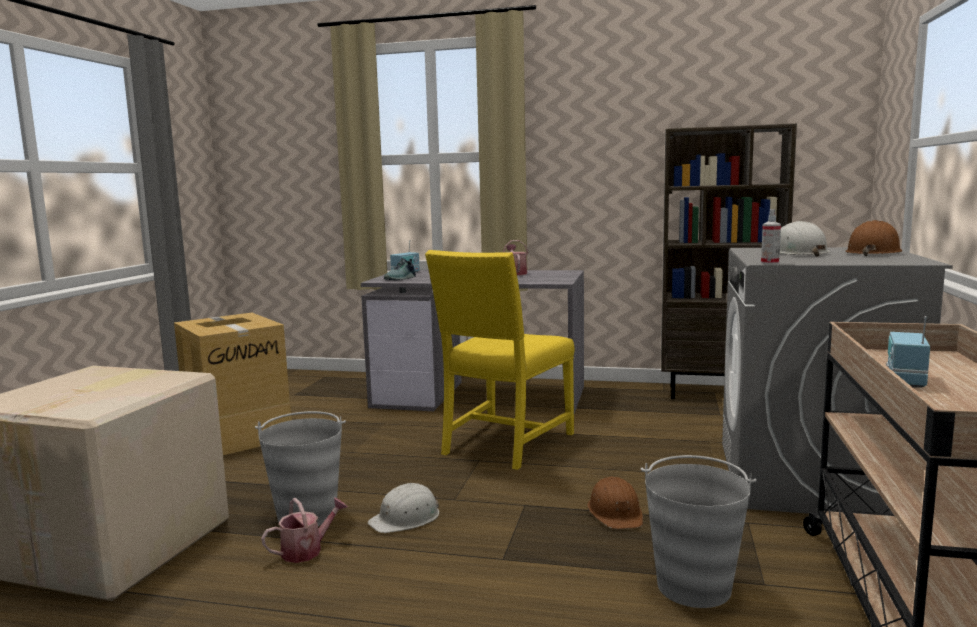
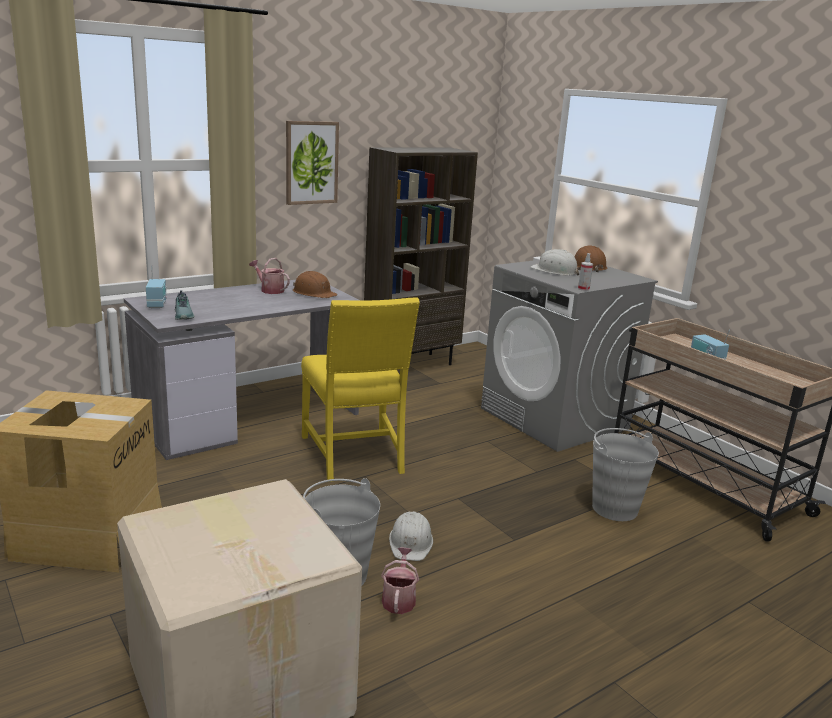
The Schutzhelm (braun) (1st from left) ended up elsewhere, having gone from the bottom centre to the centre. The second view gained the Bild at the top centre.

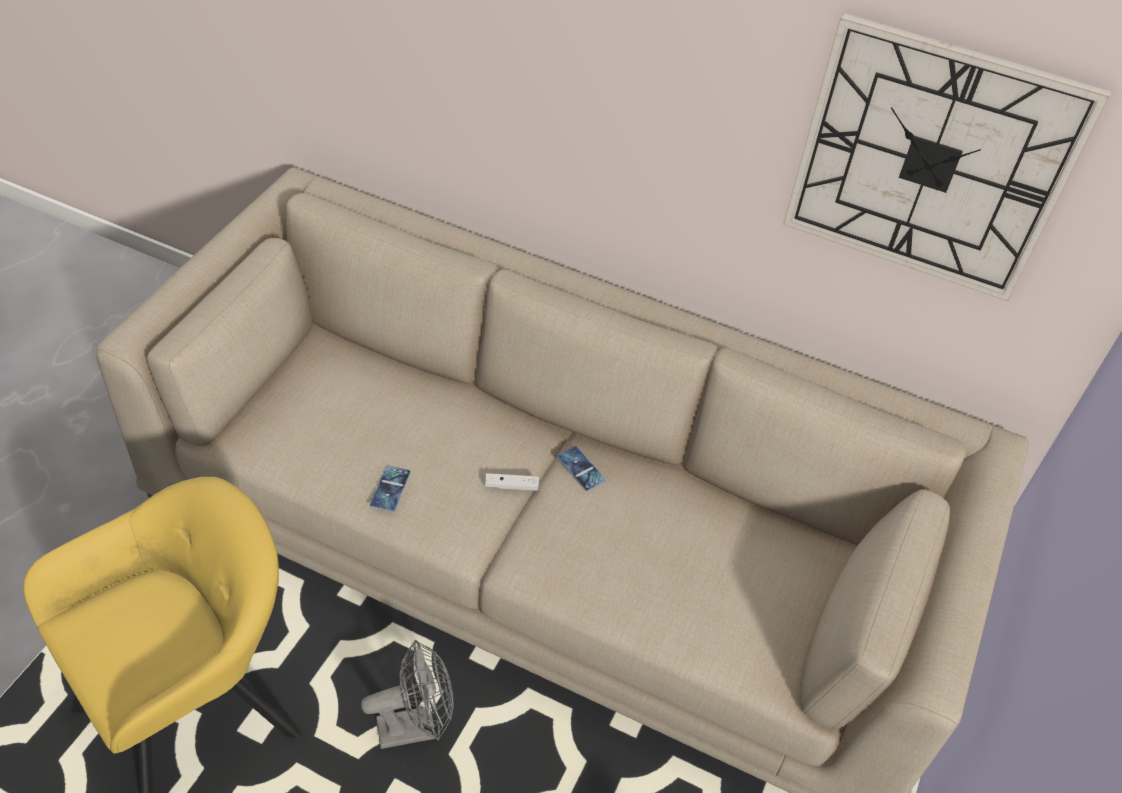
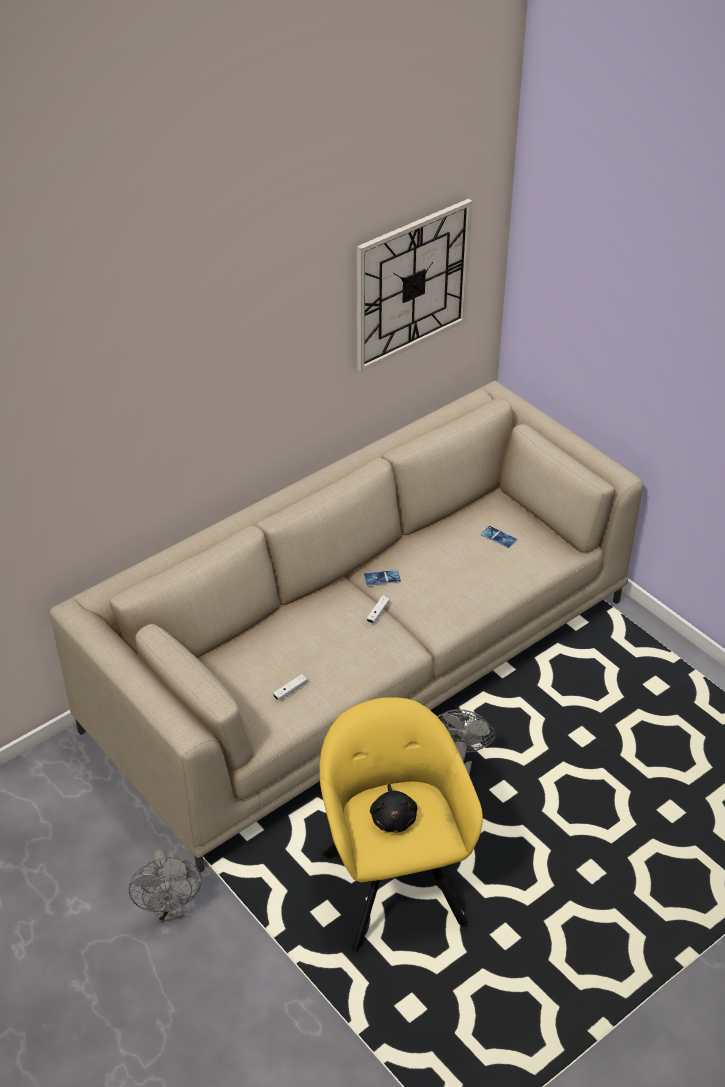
The Handy (1st from left in the first image) ended up elsewhere, having gone from the centre to the middle right. The second view gained the Ventilator (grau) (1st from left) at the bottom left. The second view gained the Gamepad (weiß) (1st from left) at the centre. The second view gained the Plüschtier (schwarz) at the bottom centre.

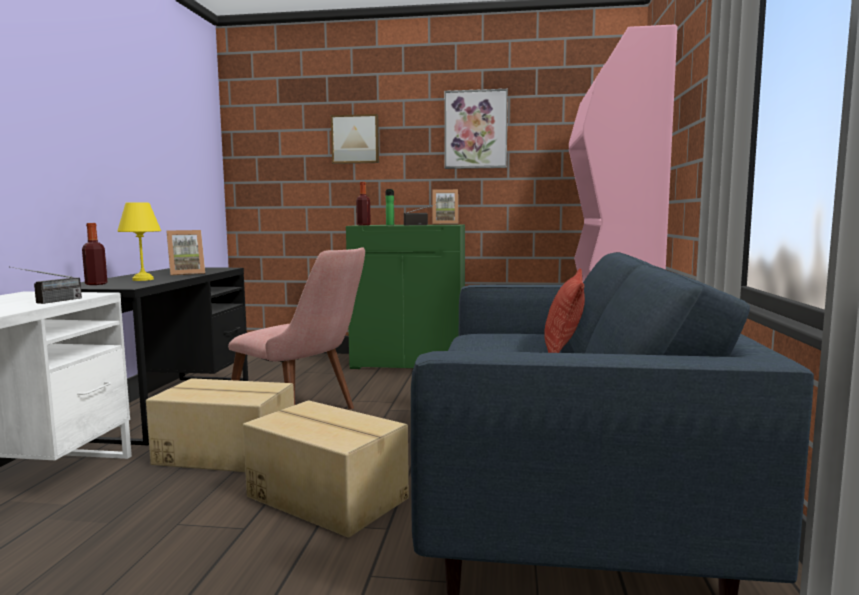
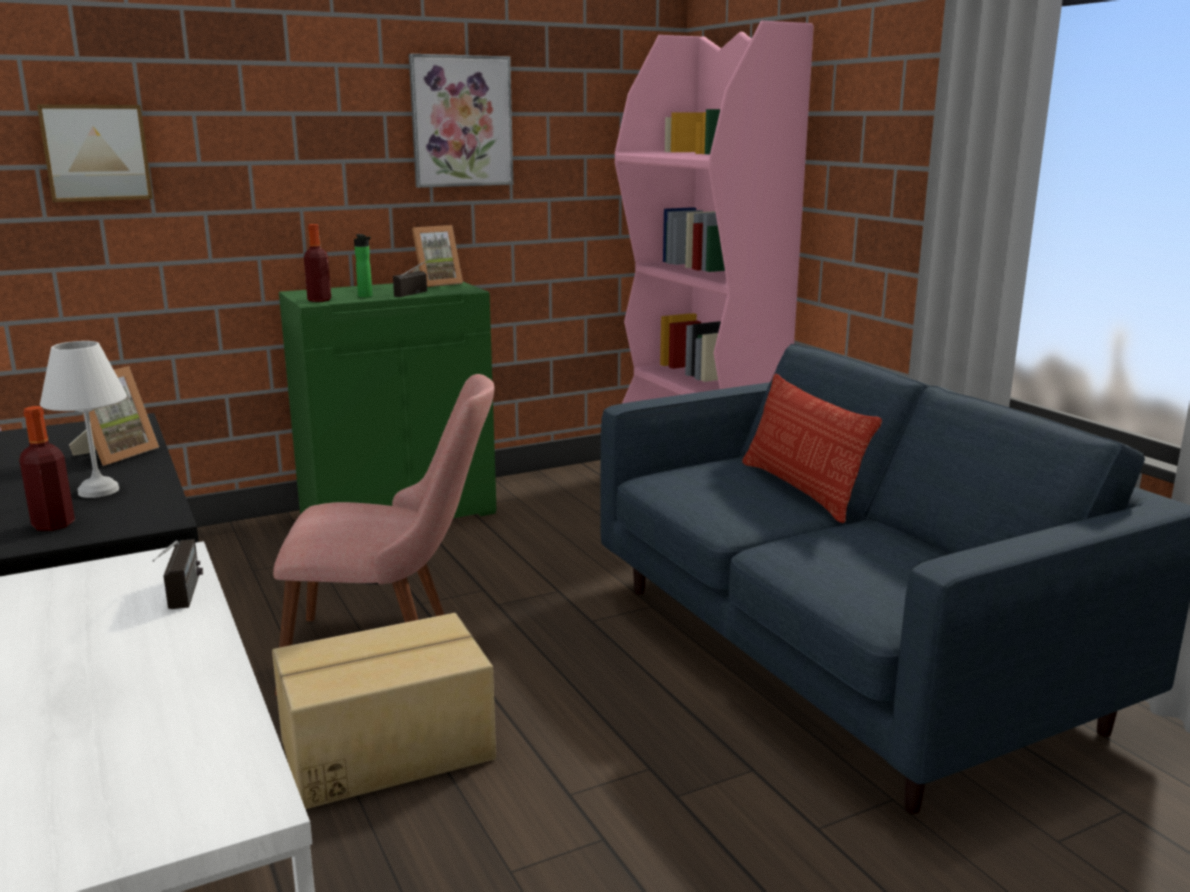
What was the Tischlampe (gelb) at the middle left turned into the Tischlampe (weiß) at the middle left. The second view lost the Karton (2nd from left) at the bottom centre. The Bild (1st from left) ended up elsewhere, having gone from the top centre to the top left.

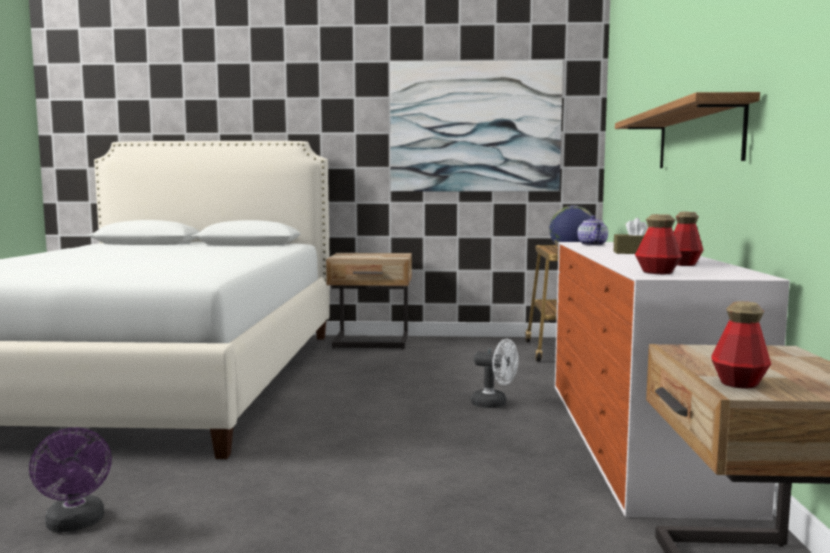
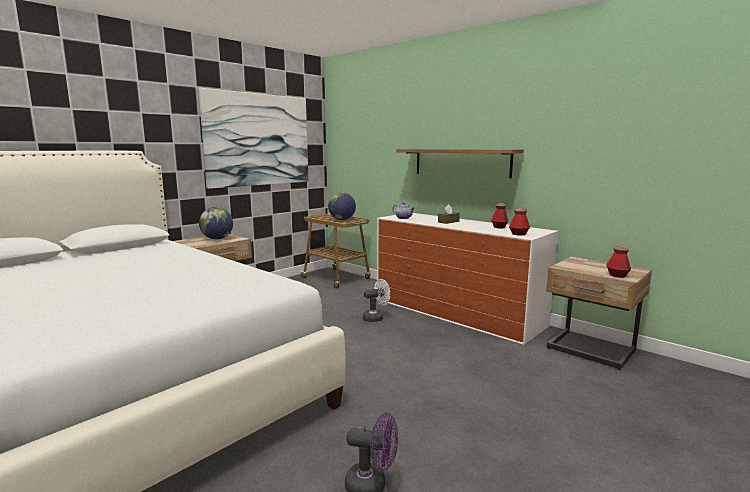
The second view gained the Globus (1st from left) at the middle left.

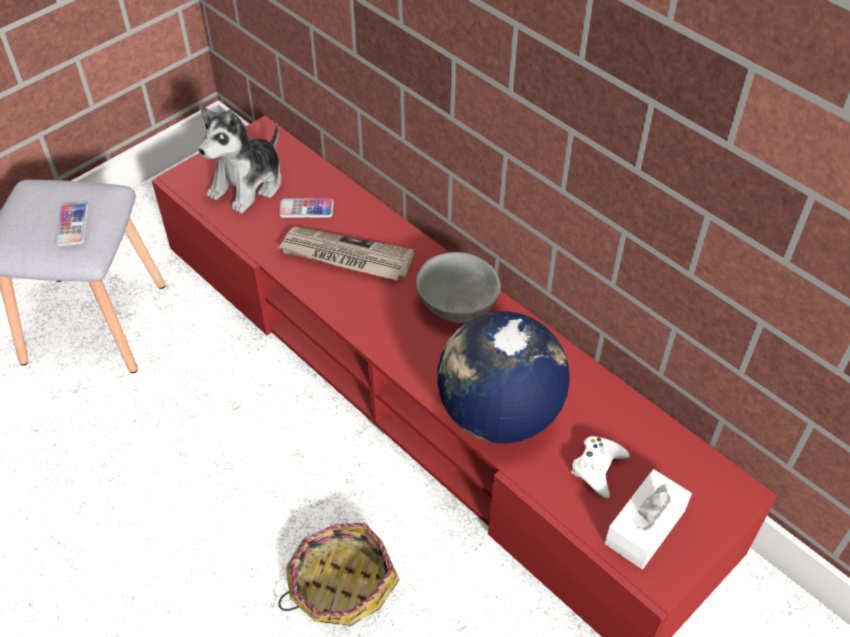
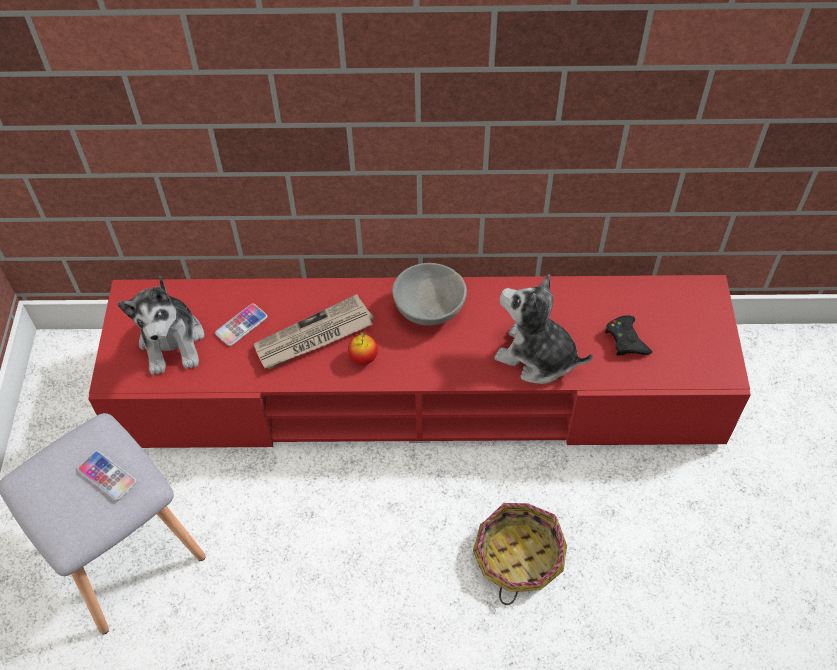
Where the Globus stood at the centre, the Plüschtier (2nd from left) came to stand at the centre. What was the Gamepad (weiß) at the bottom right turned into the Gamepad (schwarz) at the middle right. The second view lost the Taschentuchbox (weiß) at the bottom right. The second view gained the Apfel at the centre.

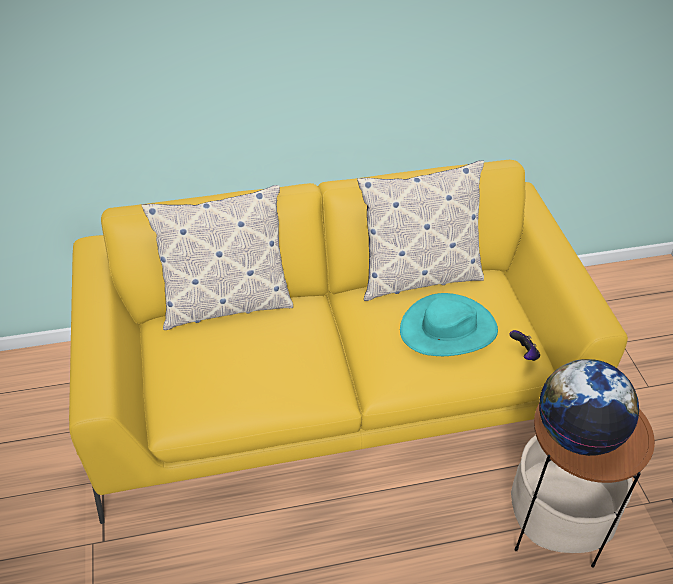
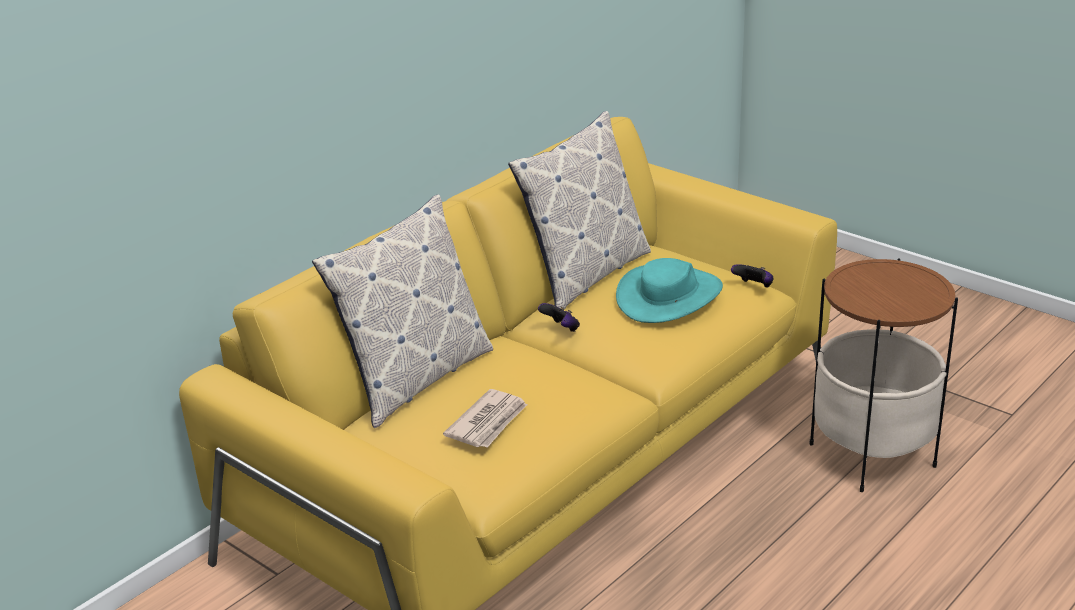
The second view lost the Globus at the bottom right. The second view gained the Zeitung at the bottom centre. The second view gained the Gamepad (1st from left) at the centre.

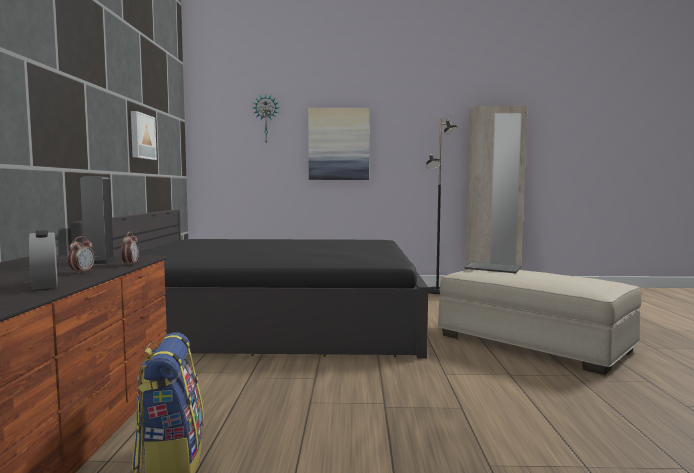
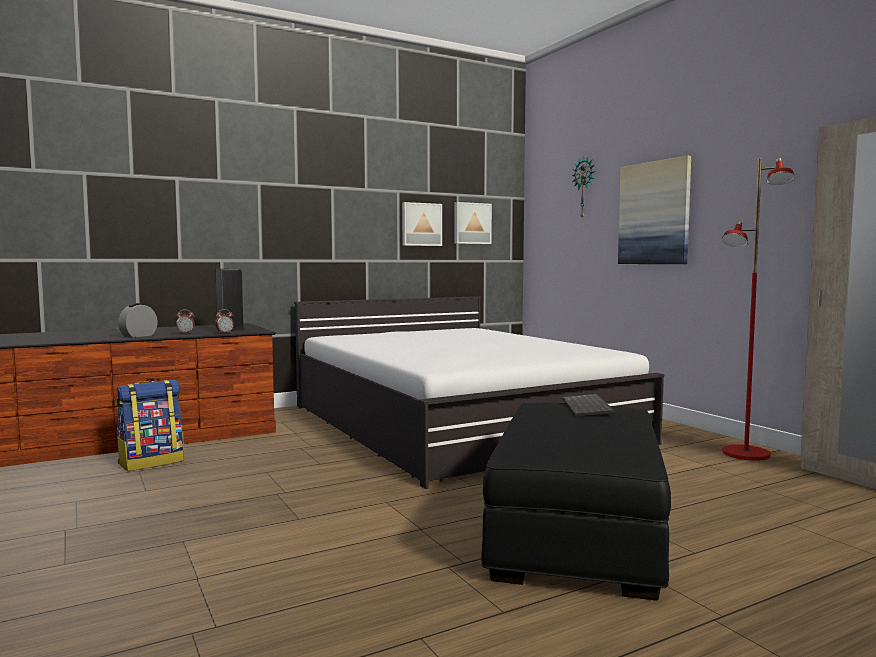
What was the Bett (schwarz) at the centre turned into the Bett (weiß) at the centre. What was the Stehlampe (schwarz) at the centre turned into the Stehlampe (rot) at the middle right. What was the Polsterhocker (beige) at the bottom right turned into the Polsterhocker (schwarz) at the bottom centre. The second view gained the Bild (2nd from left) at the centre.

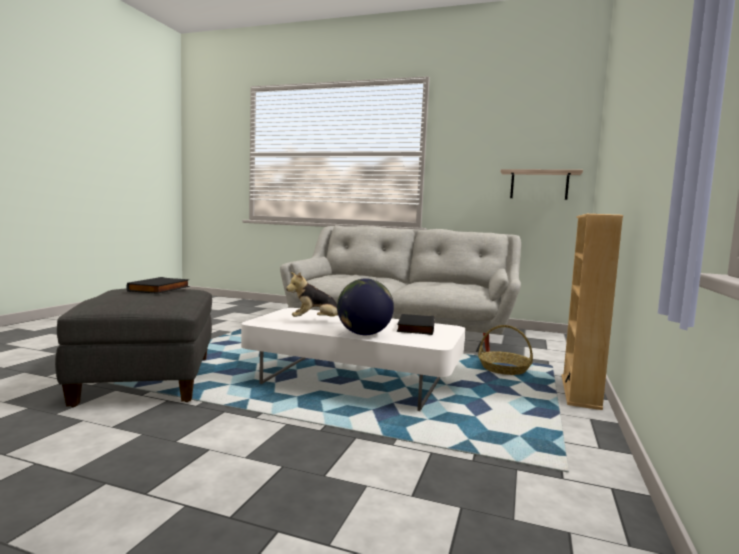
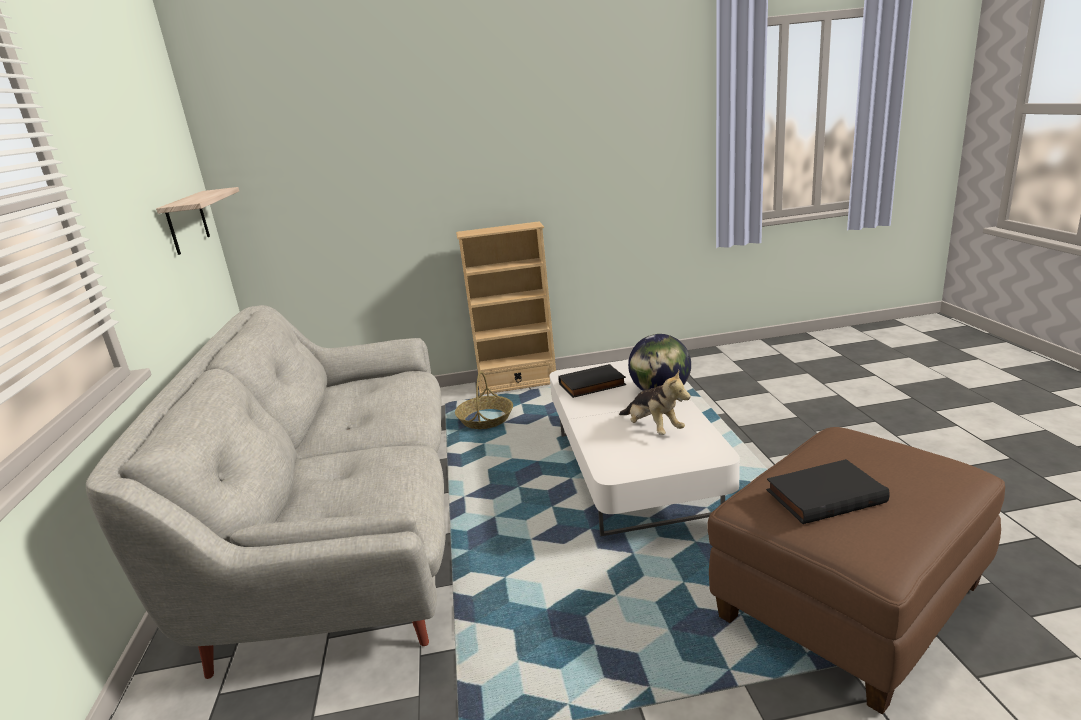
What was the Polsterhocker (grau) at the middle left turned into the Polsterhocker (braun) at the bottom right.

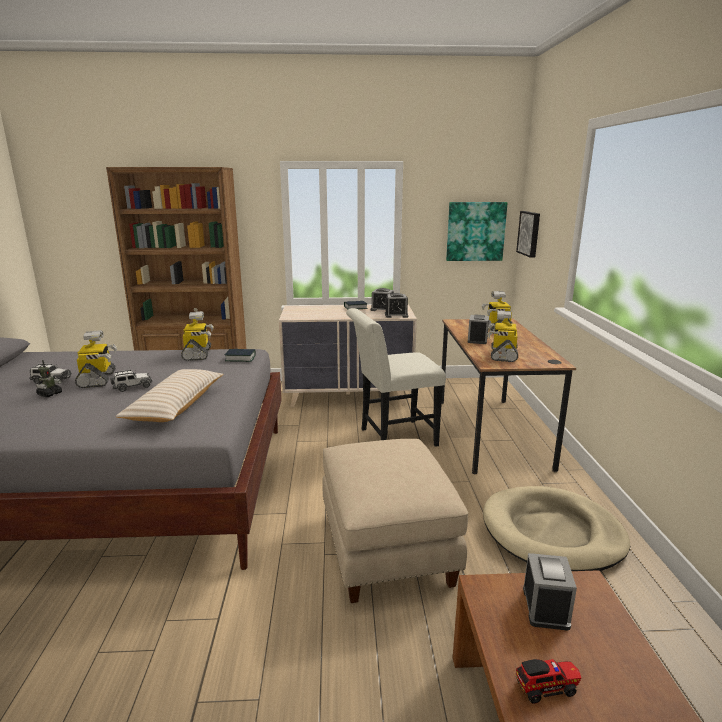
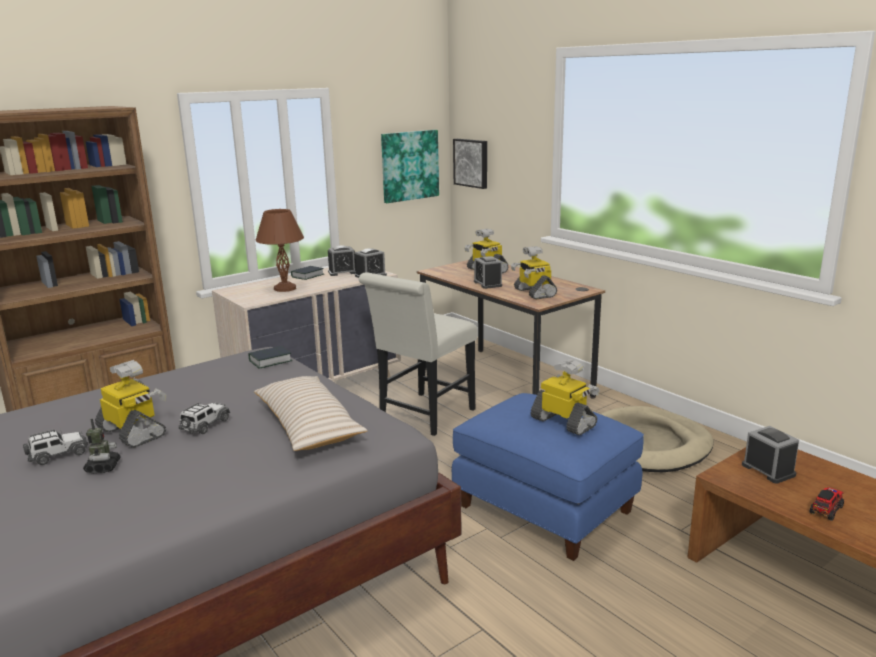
The Spielzeugroboter (3rd from left in the first image) ended up elsewhere, having gone from the middle left to the centre. What was the Polsterhocker (beige) at the bottom centre turned into the Polsterhocker (blau) at the bottom centre. The second view gained the Tischlampe (braun) at the middle left.

